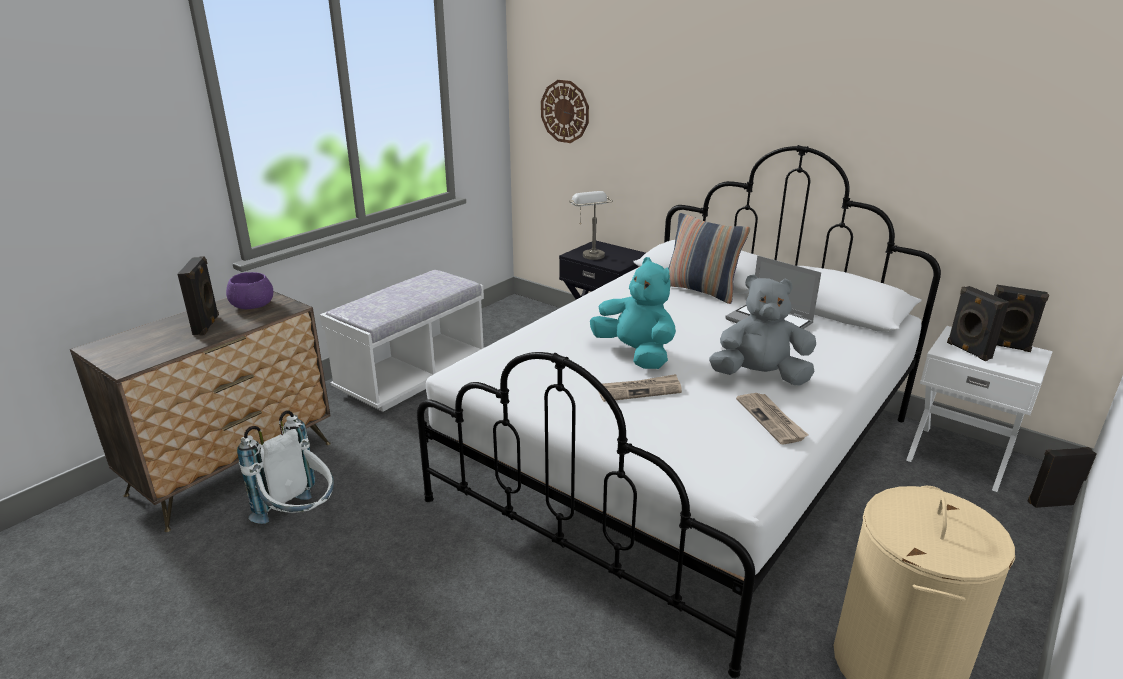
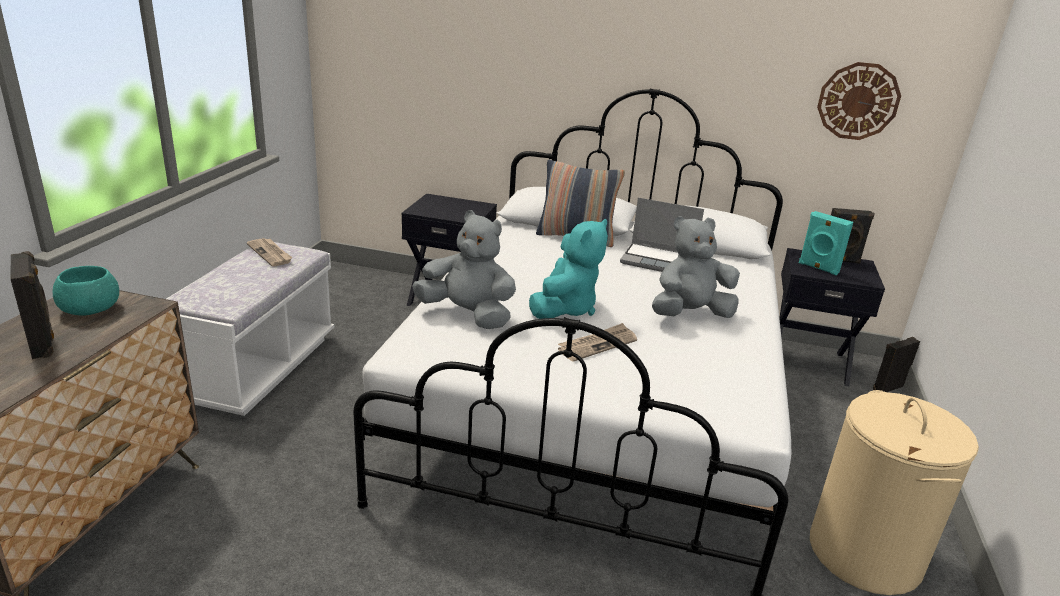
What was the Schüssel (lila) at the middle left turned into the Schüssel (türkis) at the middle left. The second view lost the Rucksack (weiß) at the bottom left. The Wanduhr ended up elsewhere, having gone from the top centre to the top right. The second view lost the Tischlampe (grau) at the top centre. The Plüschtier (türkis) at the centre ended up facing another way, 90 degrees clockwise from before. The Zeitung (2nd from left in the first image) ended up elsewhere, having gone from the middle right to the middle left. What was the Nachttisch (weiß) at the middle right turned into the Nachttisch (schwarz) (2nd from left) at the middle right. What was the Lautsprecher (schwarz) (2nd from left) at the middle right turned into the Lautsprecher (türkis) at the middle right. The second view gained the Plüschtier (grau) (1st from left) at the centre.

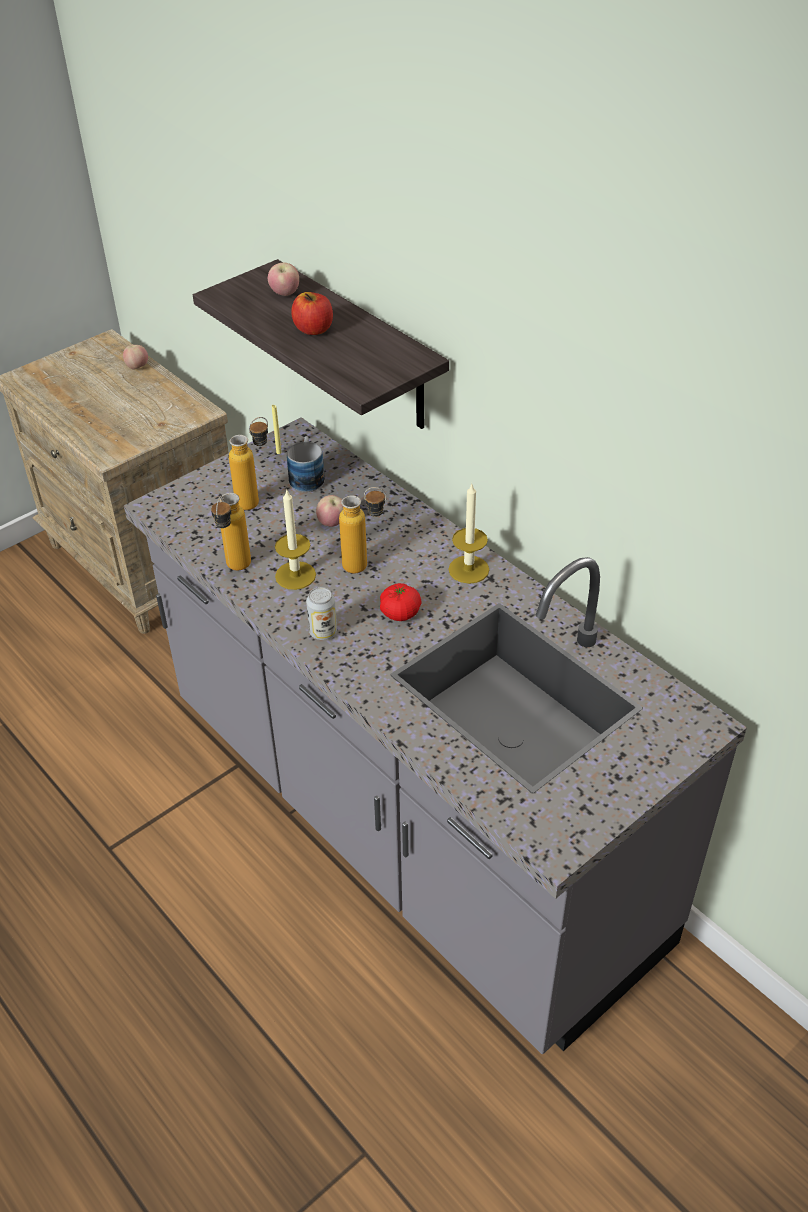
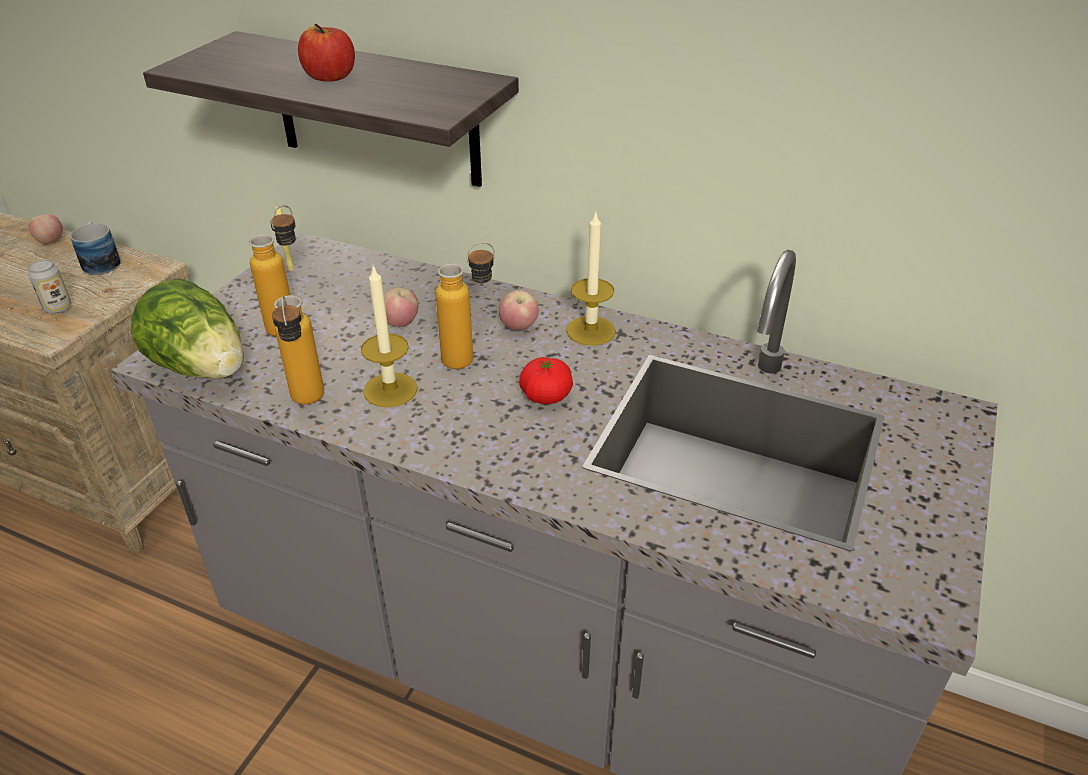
The Apfel (2nd from left in the first image) ended up elsewhere, having gone from the top centre to the centre. The Henkelbecher ended up elsewhere, having gone from the centre to the top left. The Dose ended up elsewhere, having gone from the centre to the middle left. The second view gained the Salatkopf at the middle left.

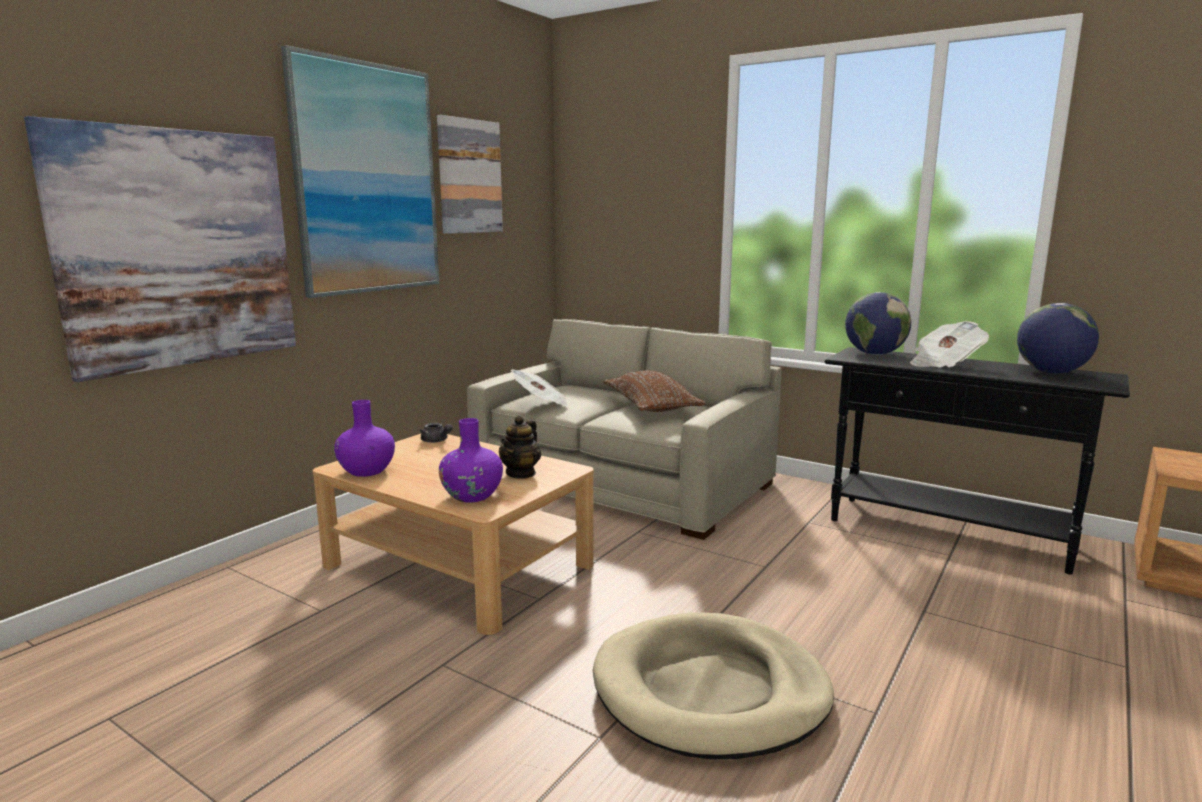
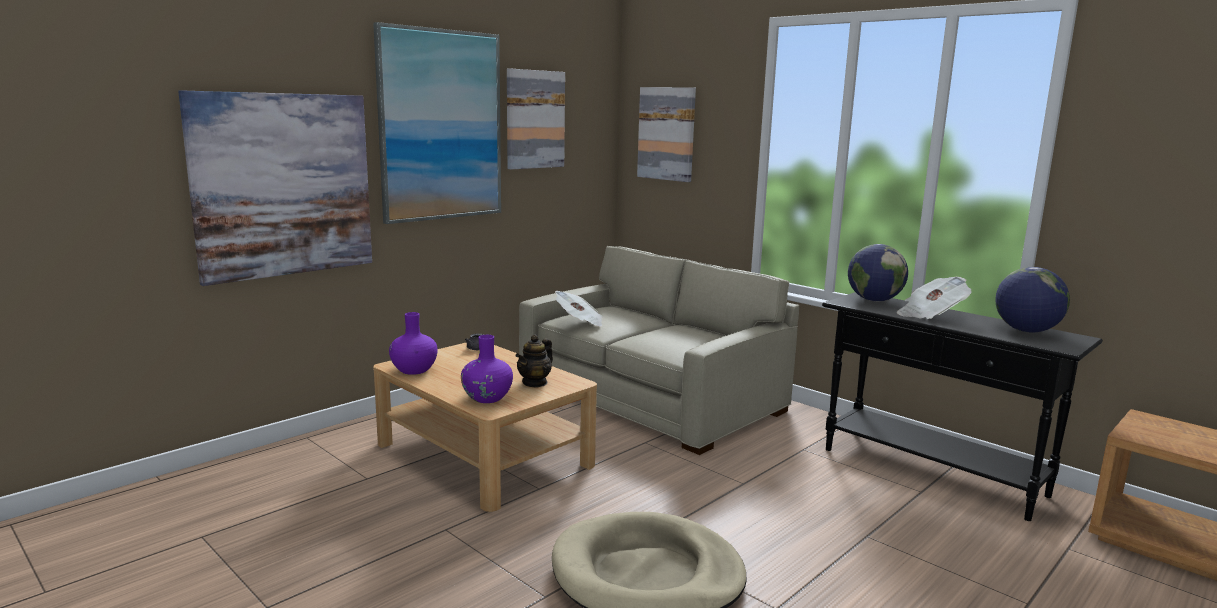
The second view lost the Kissen (braun) at the centre. The second view gained the Bild (4th from left) at the top centre.

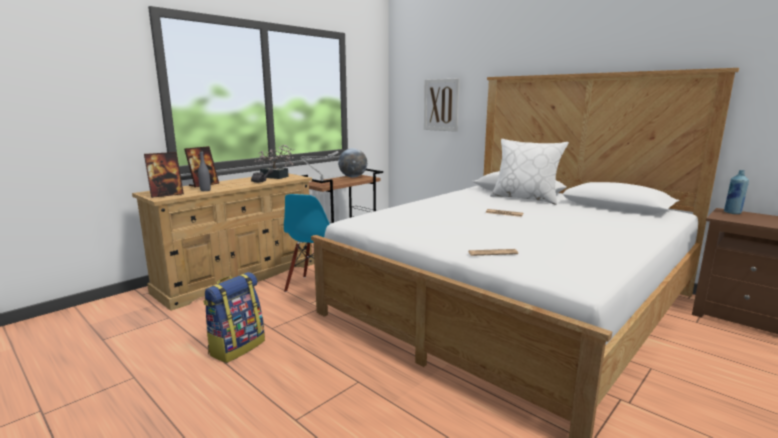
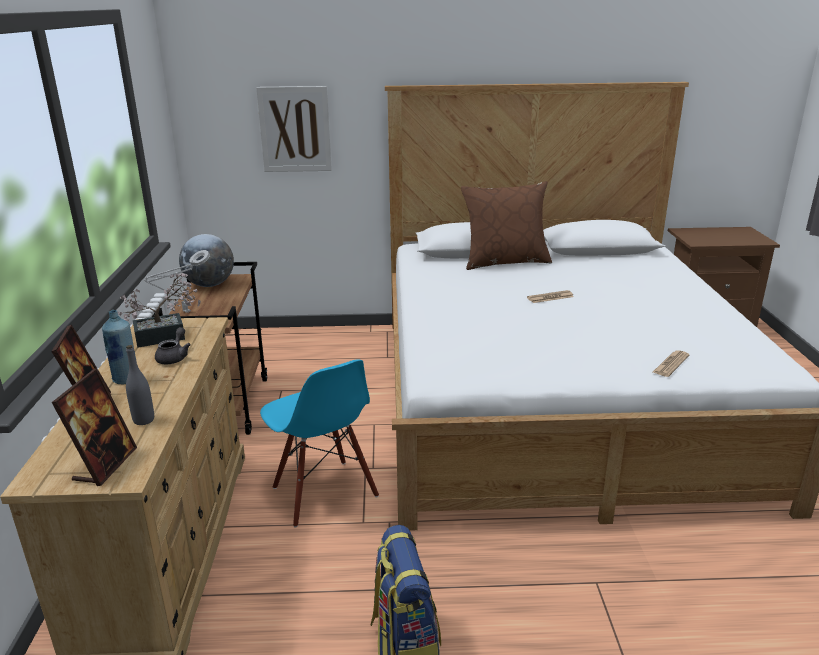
What was the Kissen (weiß) at the middle right turned into the Kissen (braun) at the centre. The Flasche (blau) ended up elsewhere, having gone from the middle right to the middle left.

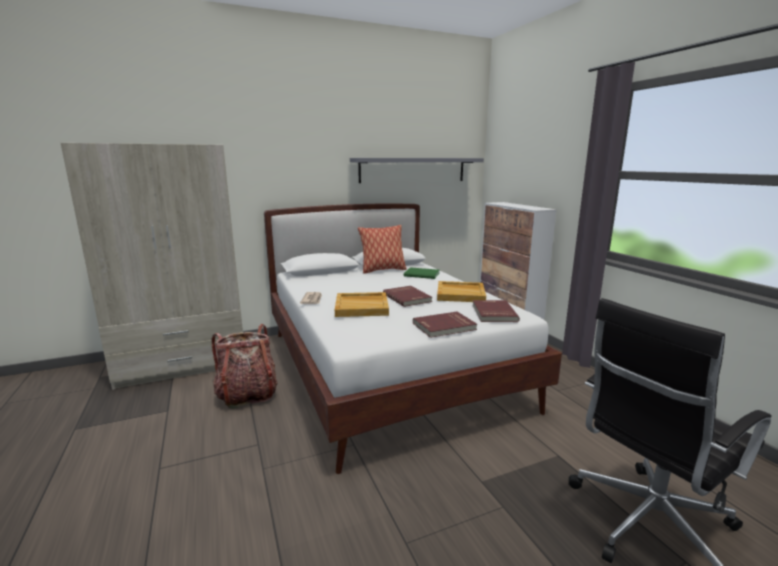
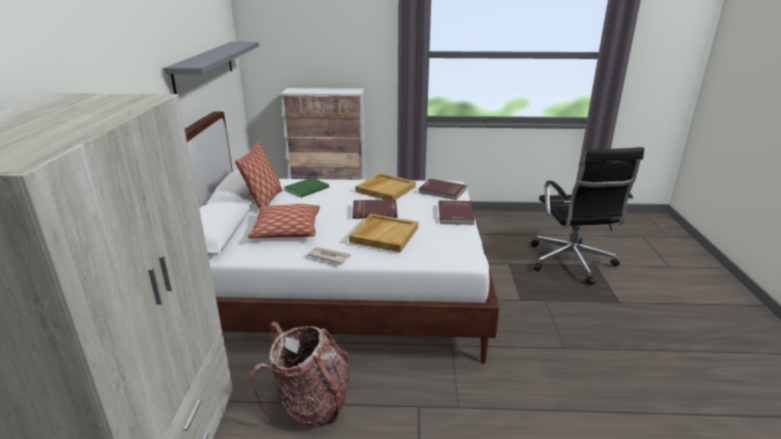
The second view gained the Kissen (2nd from left) at the centre.

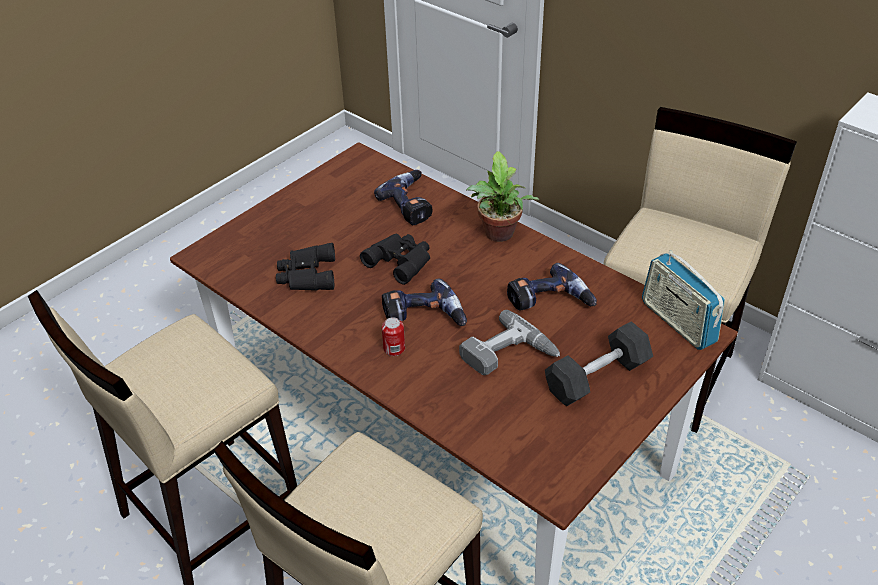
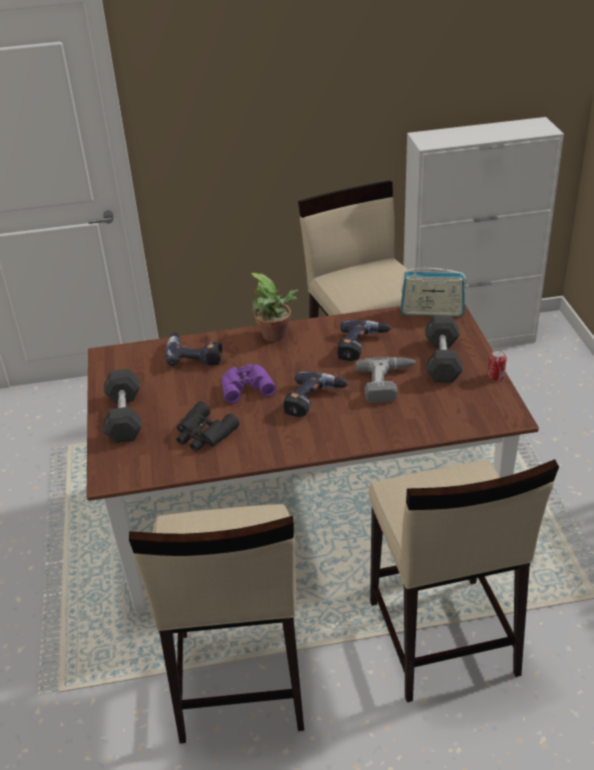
What was the Fernglas (schwarz) (2nd from left) at the centre turned into the Fernglas (lila) at the centre. The Dose ended up elsewhere, having gone from the centre to the middle right. The second view gained the Hantel (grau) (1st from left) at the middle left.

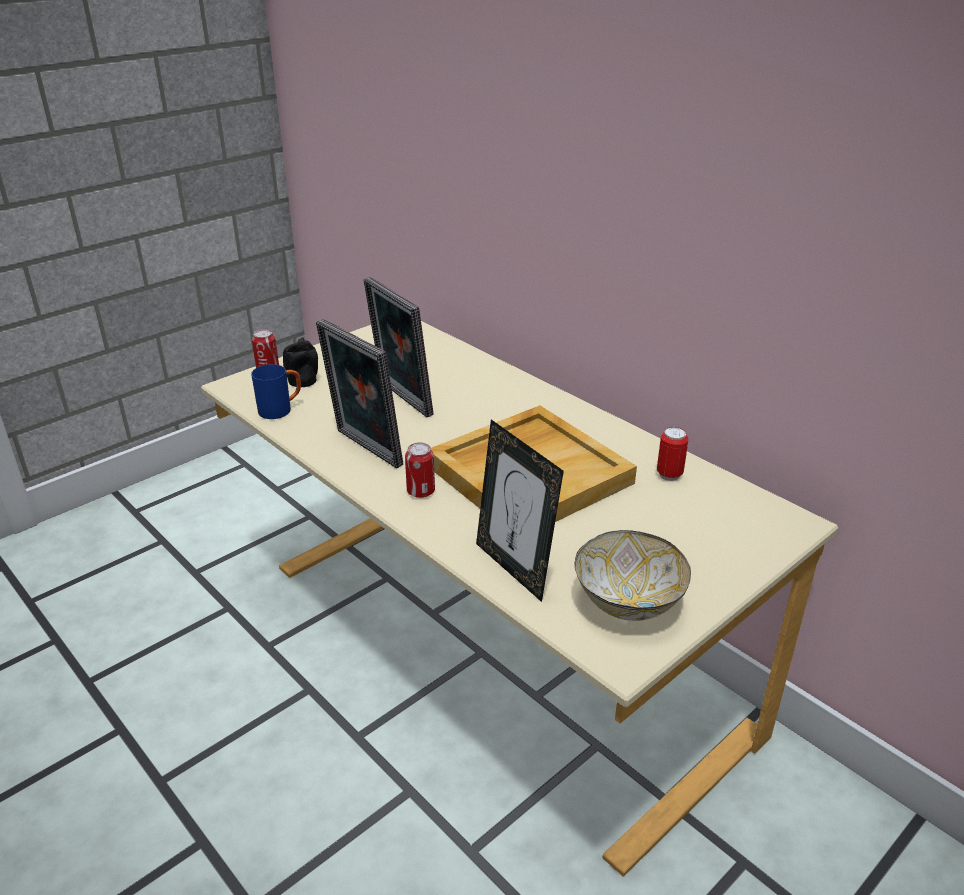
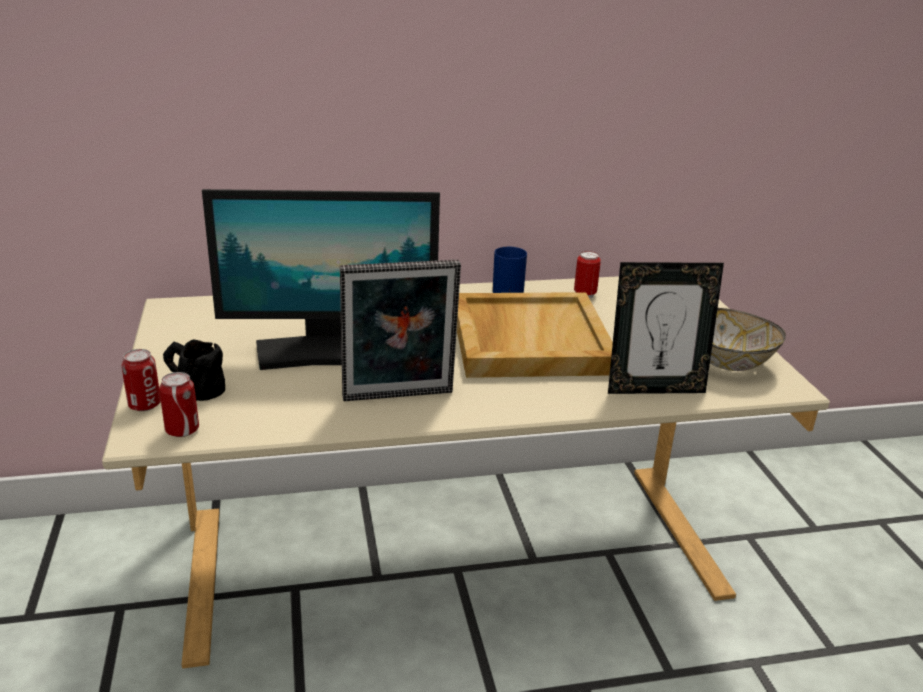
The Henkelbecher (blau) ended up elsewhere, having gone from the middle left to the centre. Where the Bilderrahmen (2nd from left) stood at the centre, the Monitor came to stand at the centre. The Dose (2nd from left) ended up elsewhere, having gone from the centre to the middle left.

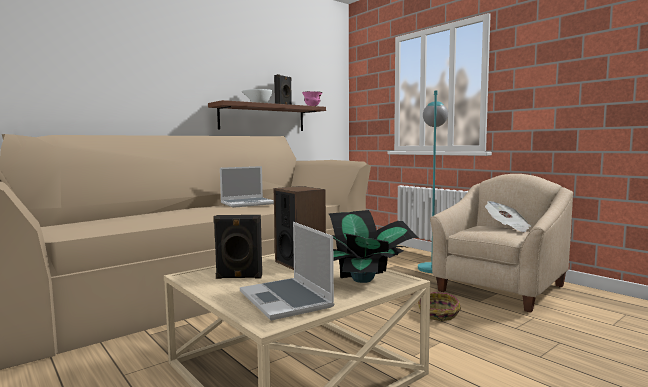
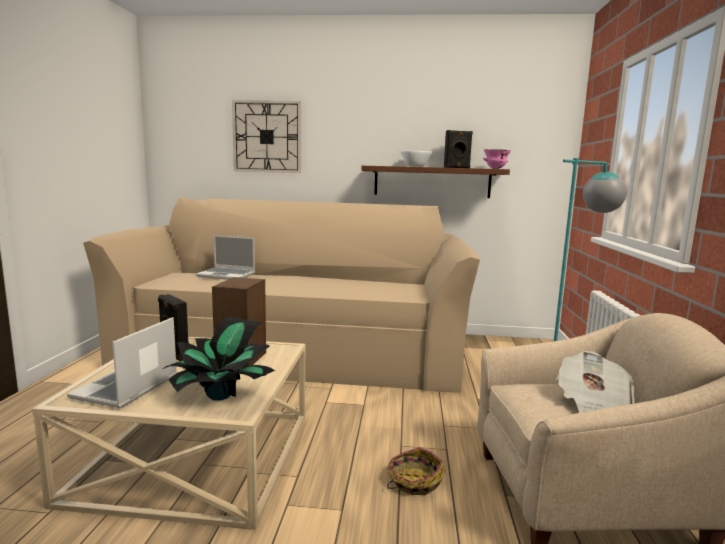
The Laptop (1st from left in the first image) ended up elsewhere, having gone from the centre to the middle left. The second view gained the Wanduhr at the top centre.

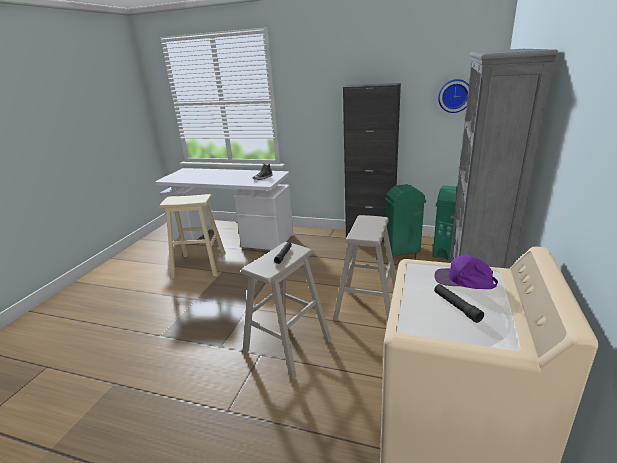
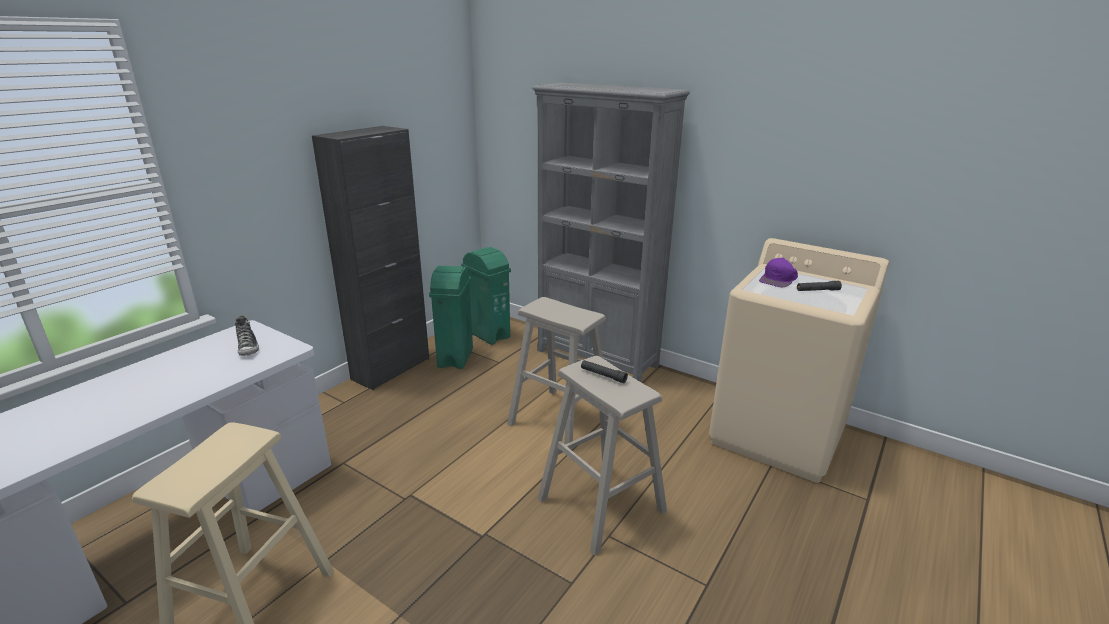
The second view lost the Wanduhr at the top right.

